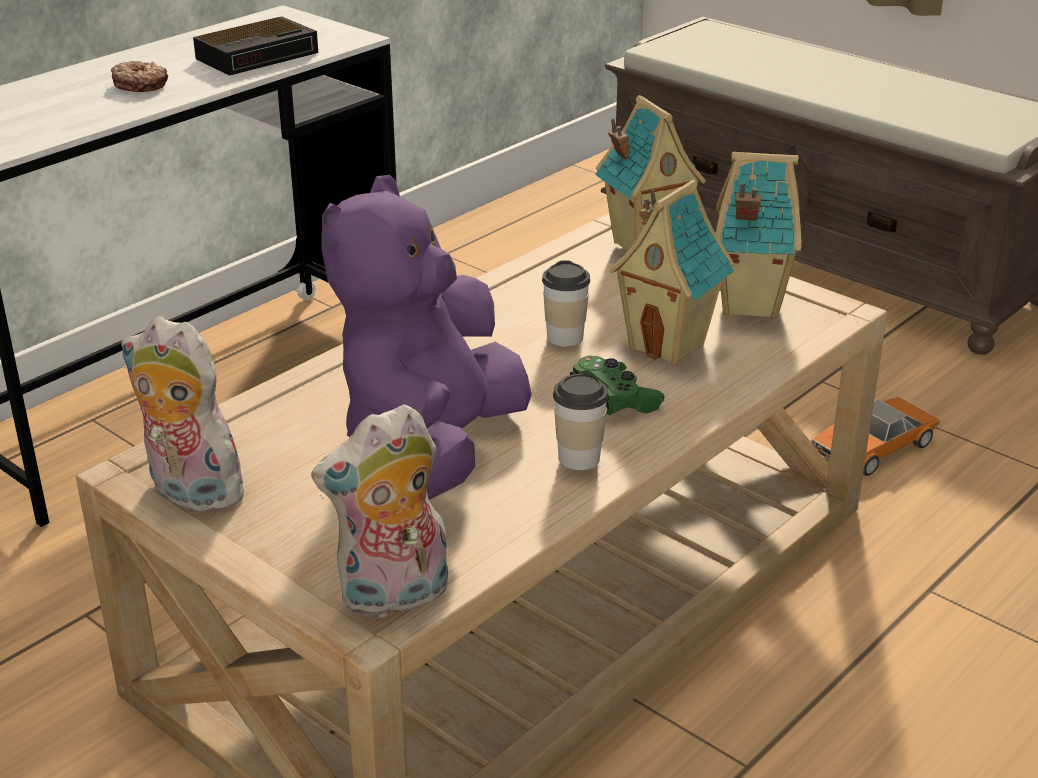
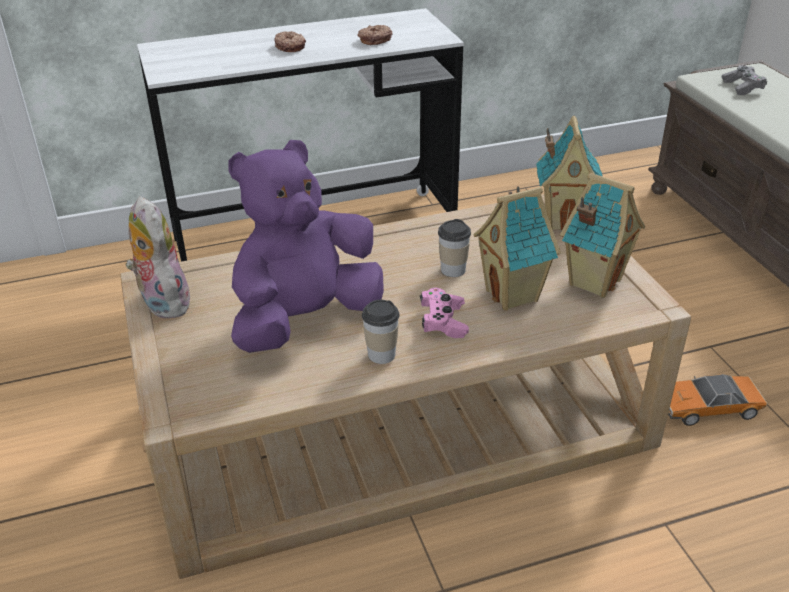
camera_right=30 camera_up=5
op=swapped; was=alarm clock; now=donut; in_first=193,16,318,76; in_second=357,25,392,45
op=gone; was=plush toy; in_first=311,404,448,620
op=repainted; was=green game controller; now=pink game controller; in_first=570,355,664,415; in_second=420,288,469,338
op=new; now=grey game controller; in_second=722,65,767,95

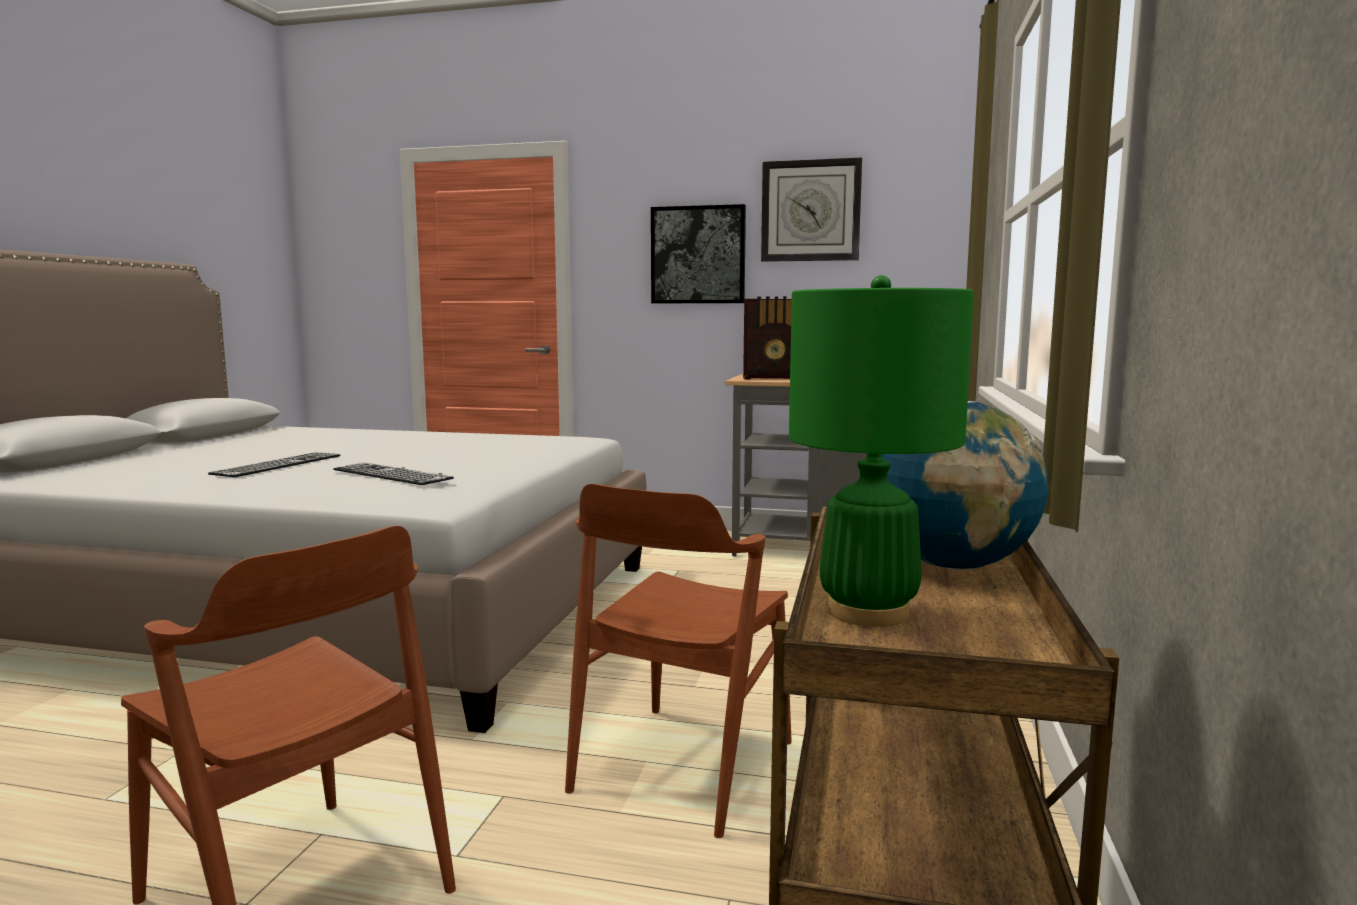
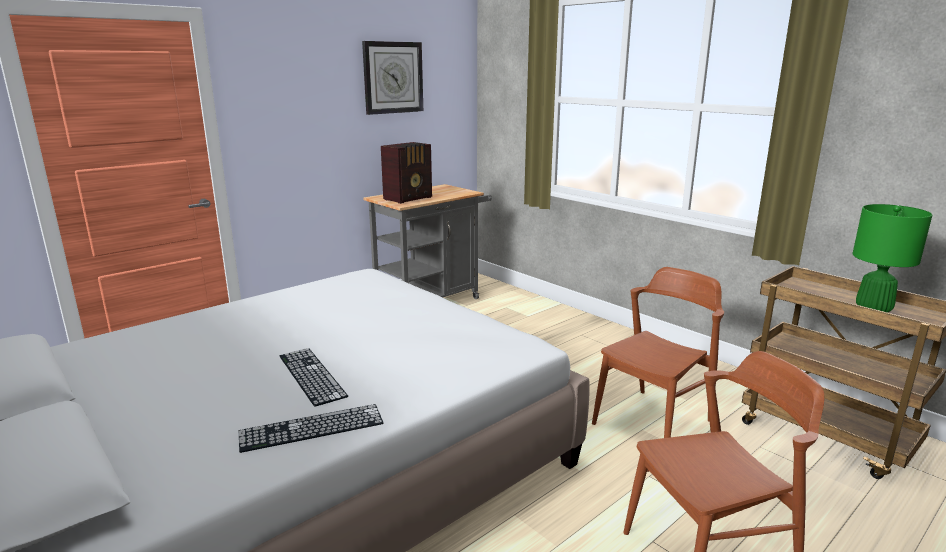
camera_right=-55 camera_up=10
op=shifted; was=keyboard; in_first=333,463,454,485; in_second=239,404,384,453
op=rotated; was=brown chair; in_first=565,484,792,838; in_second=592,267,724,438; clockwise=-105
op=gone; was=picture; in_first=651,204,746,303
op=gone; was=globe; in_first=882,401,1049,570

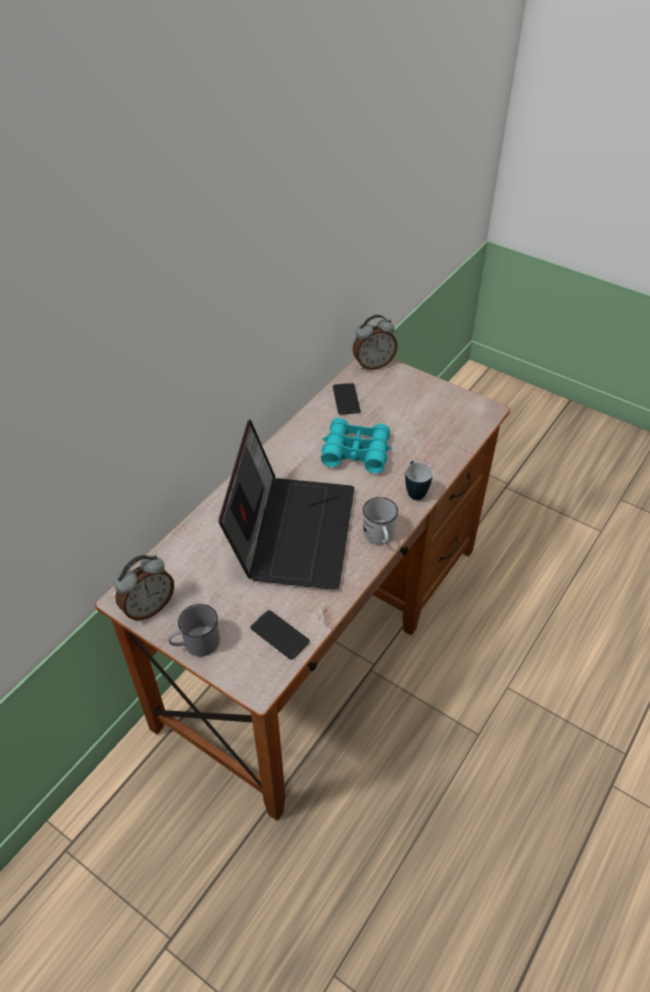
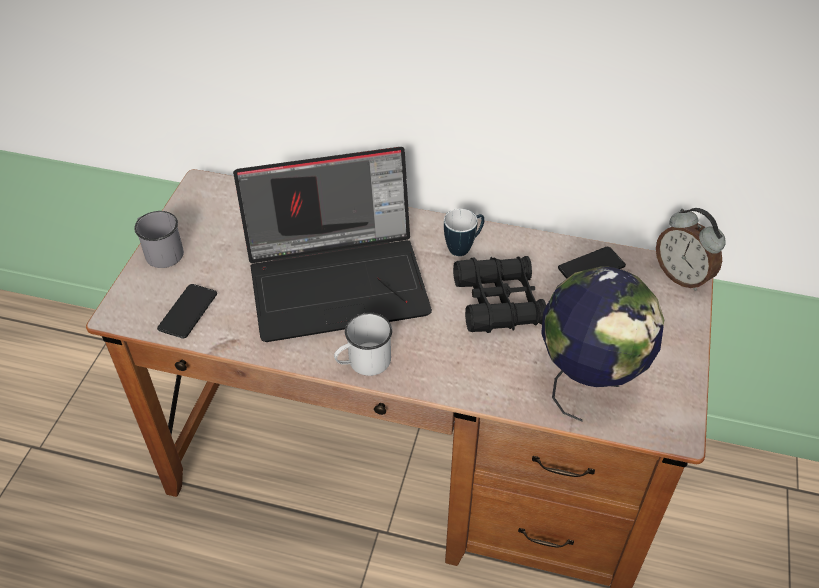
camera_right=70 camera_up=0
op=gone; was=alarm clock; in_first=114,555,174,621
op=repainted; was=turquoise binoculars; now=black binoculars; in_first=321,418,392,473; in_second=453,256,547,333
op=shifted; was=mug; in_first=405,461,433,500; in_second=444,209,485,256
op=new; now=globe; in_second=541,266,664,421

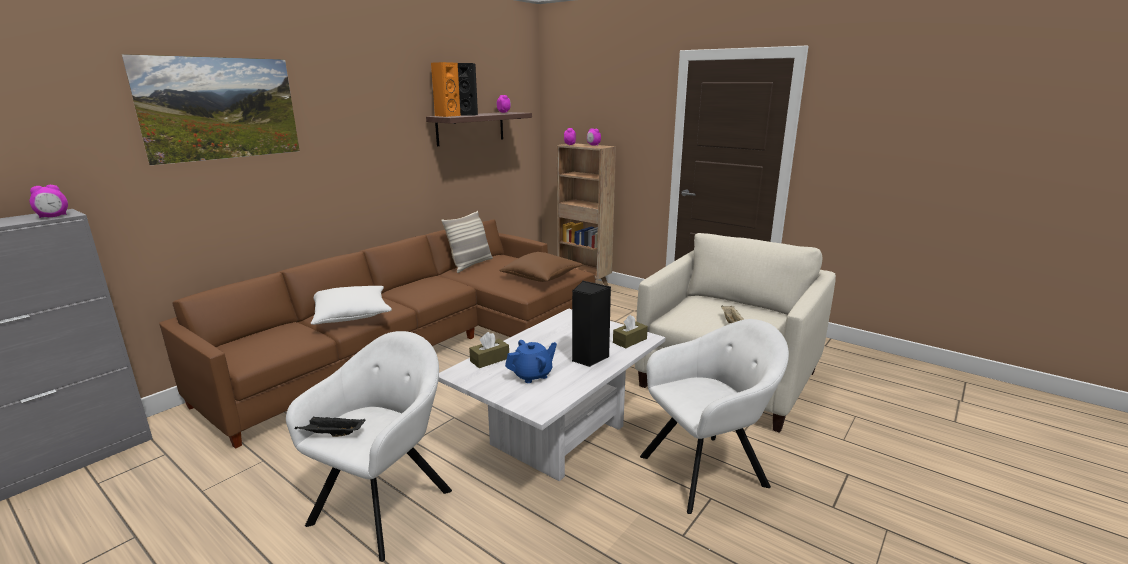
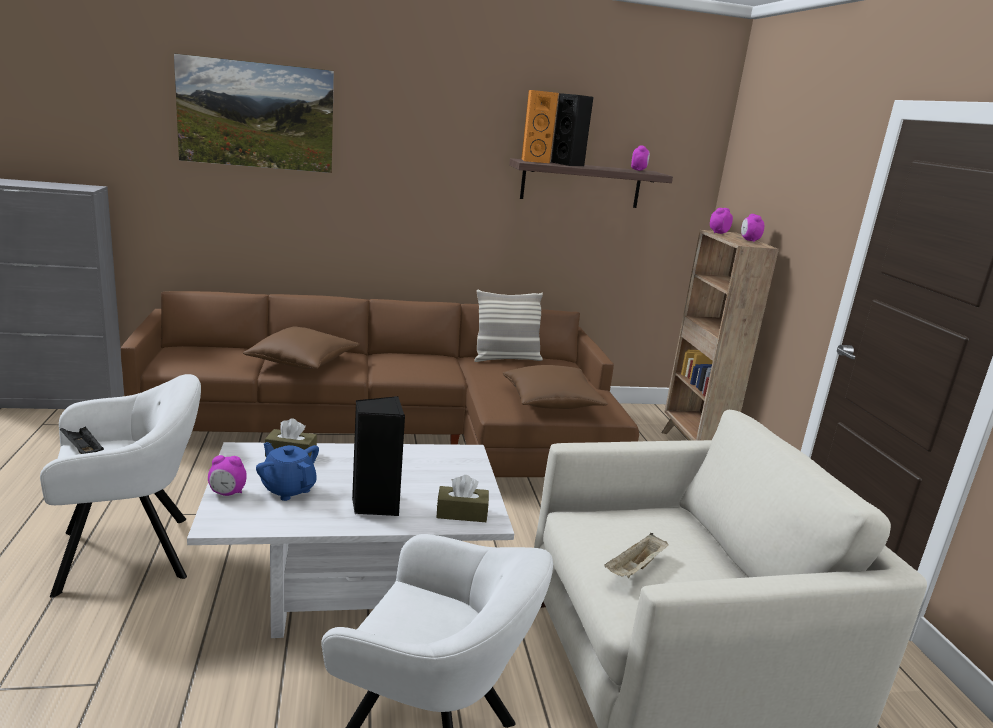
camera_right=40 camera_up=0
op=shifted; was=alarm clock; in_first=30,185,68,218; in_second=208,455,247,496
op=repainted; was=white pillow; now=brown pillow; in_first=311,286,392,325; in_second=243,326,360,369
op=rotated; was=blue teapot; in_first=505,340,557,383; in_second=256,442,319,501; clockwise=-150

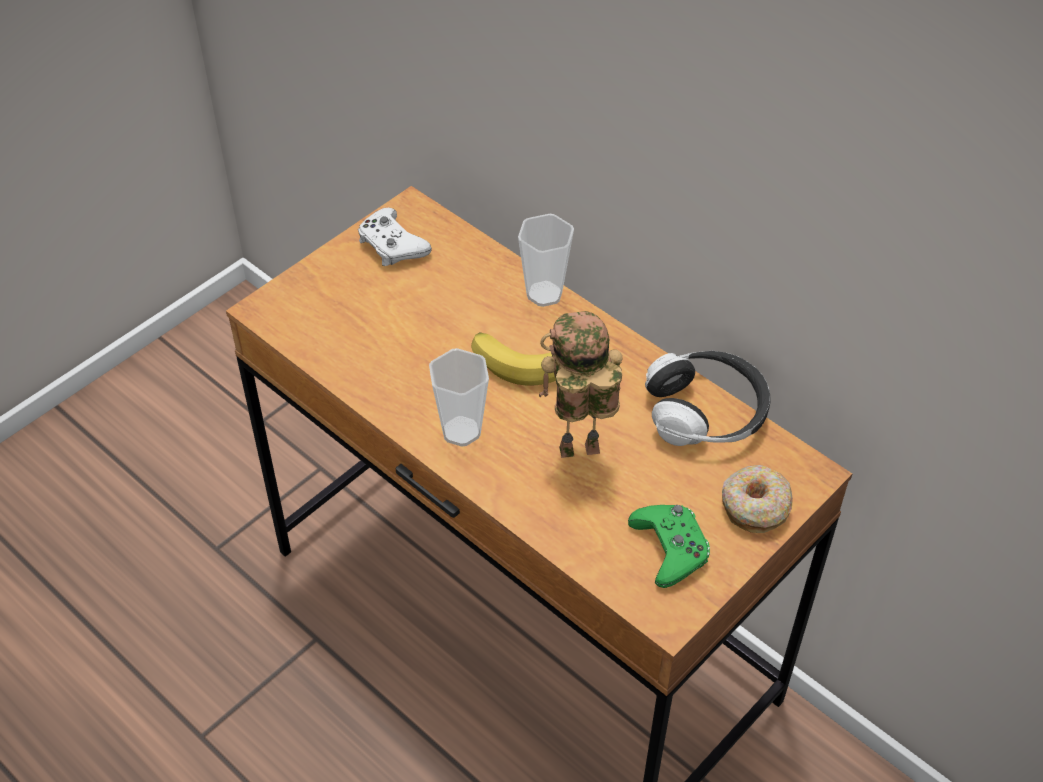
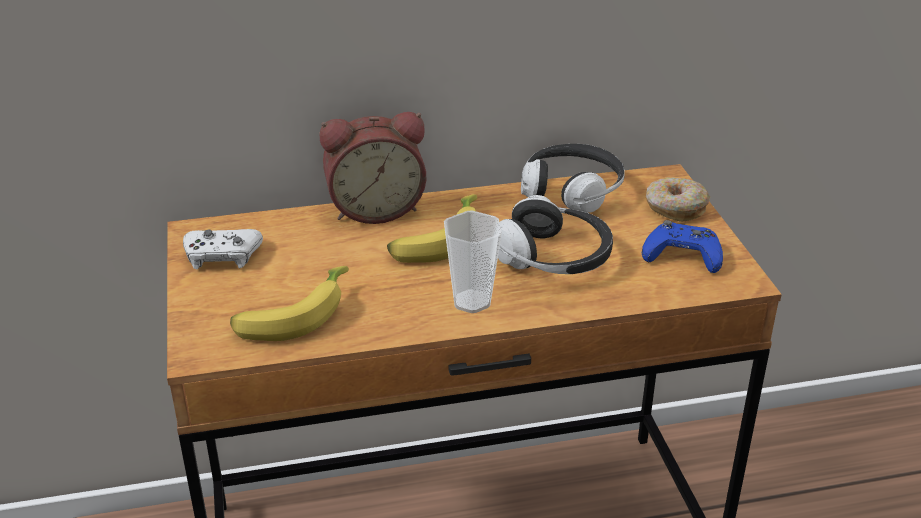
camera_right=-55 camera_up=-15
op=swapped; was=cup; now=alarm clock; in_first=518,214,574,307; in_second=320,112,426,224
op=swapped; was=toy robot; now=headphones; in_first=539,311,623,458; in_second=498,195,613,274
op=repainted; was=green game controller; now=blue game controller; in_first=628,505,710,588; in_second=642,220,723,273
op=new; now=banana; in_second=230,266,349,341

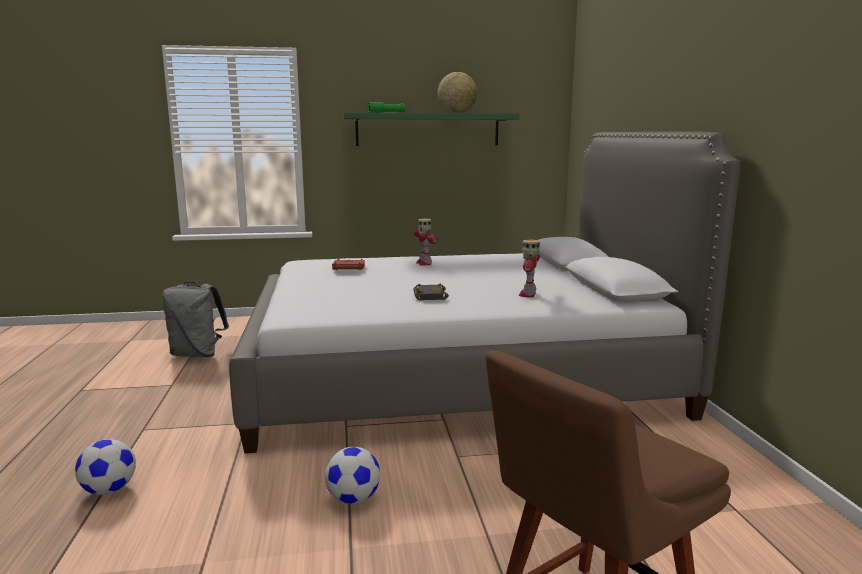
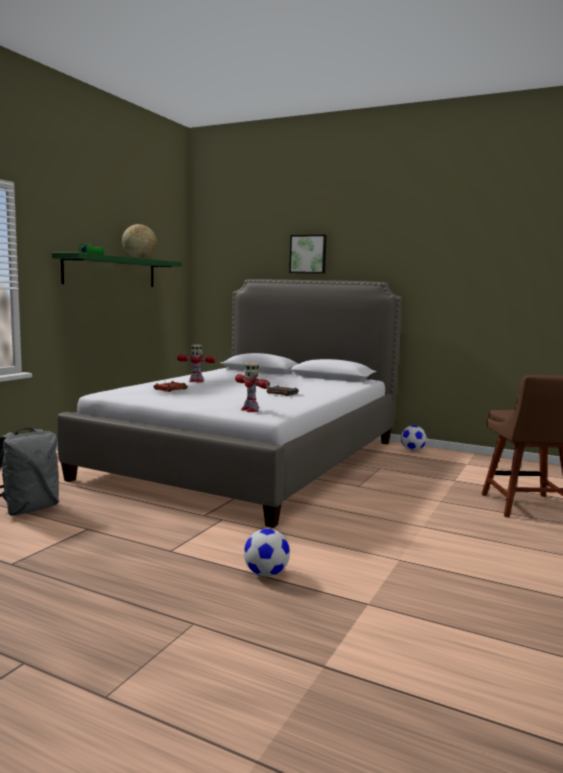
camera_right=-55 camera_up=-5
op=shifted; was=football; in_first=325,447,380,504; in_second=401,425,427,451
op=shifted; was=toy robot; in_first=518,240,540,297; in_second=235,363,270,412
op=new; now=picture; in_second=289,235,327,274

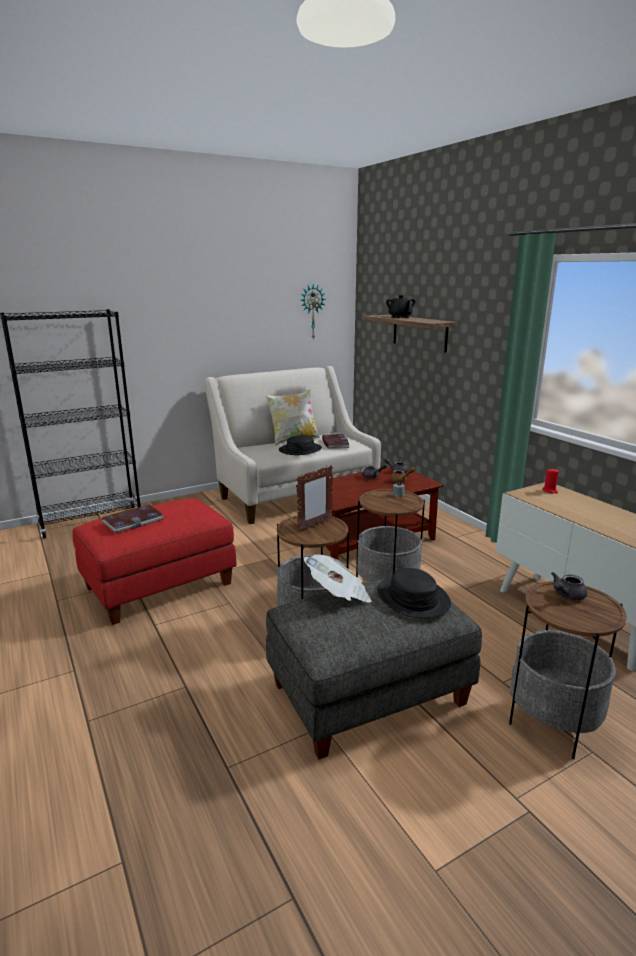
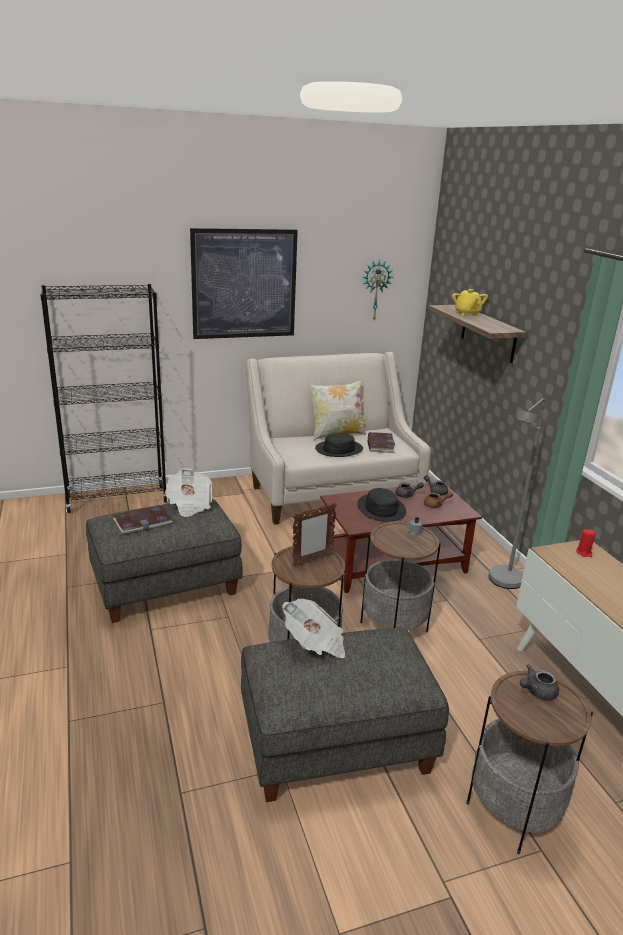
camera_right=10 camera_up=5
op=repainted; was=red ottoman; now=grey ottoman; in_first=73,498,237,625; in_second=86,499,242,623
op=shifted; was=black hat; in_first=377,568,451,618; in_second=357,488,406,522
op=repainted; was=black teapot; now=yellow teapot; in_first=386,295,416,318; in_second=452,289,488,316
op=new; now=newspaper; in_second=165,468,212,517
op=new; now=picture; in_second=190,228,298,339
op=new; now=grey floor lamp; in_second=489,398,545,589

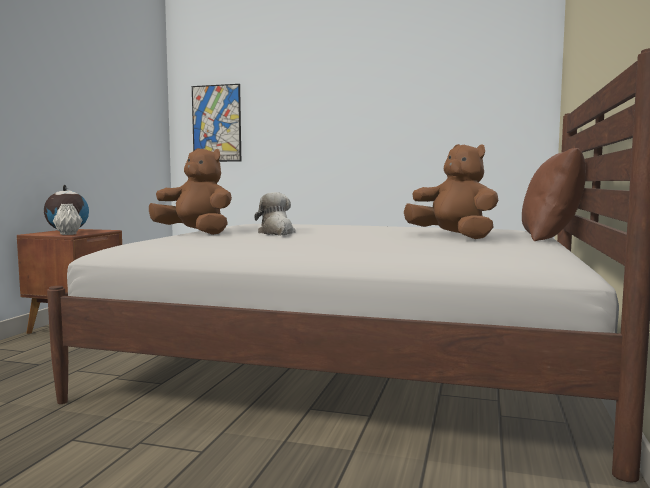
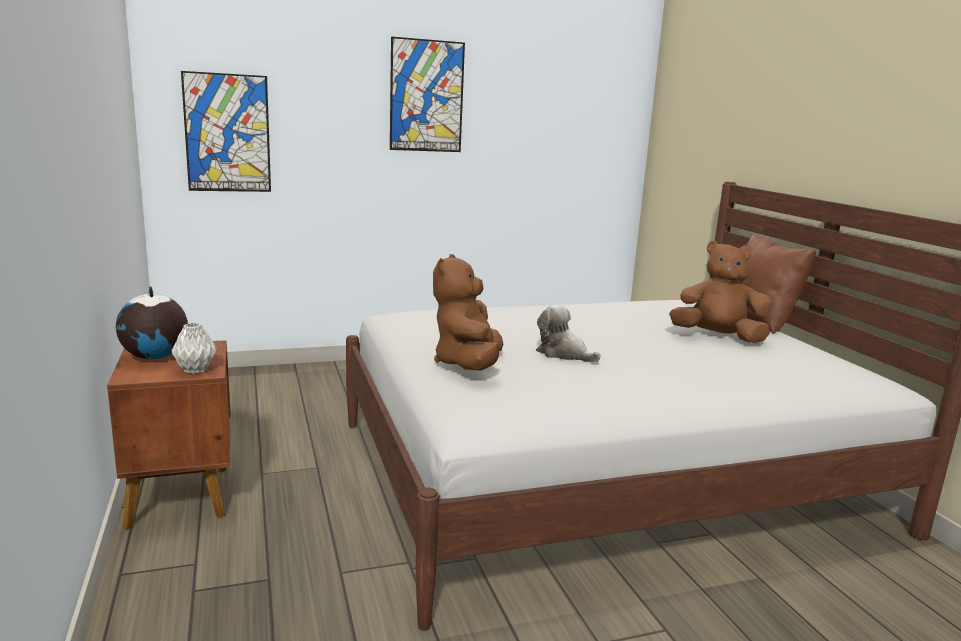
camera_right=-35 camera_up=10
op=rotated; was=brown plush toy; in_first=149,148,232,235; in_second=433,254,503,371; clockwise=-75
op=new; now=picture; in_second=390,37,465,152

